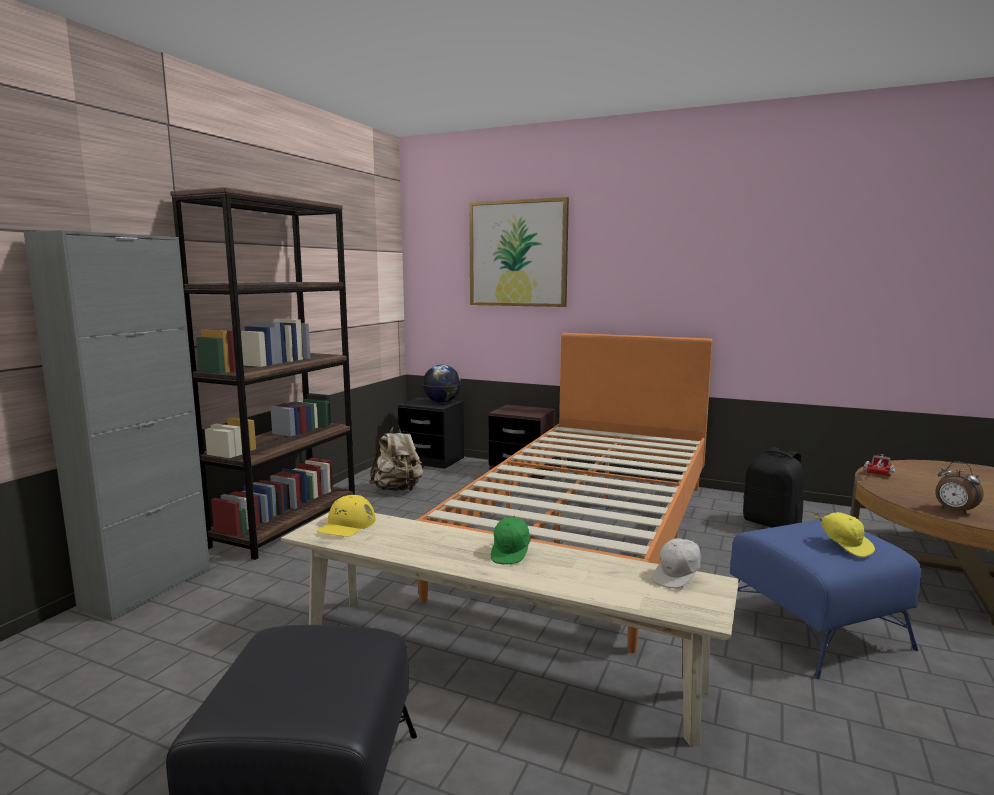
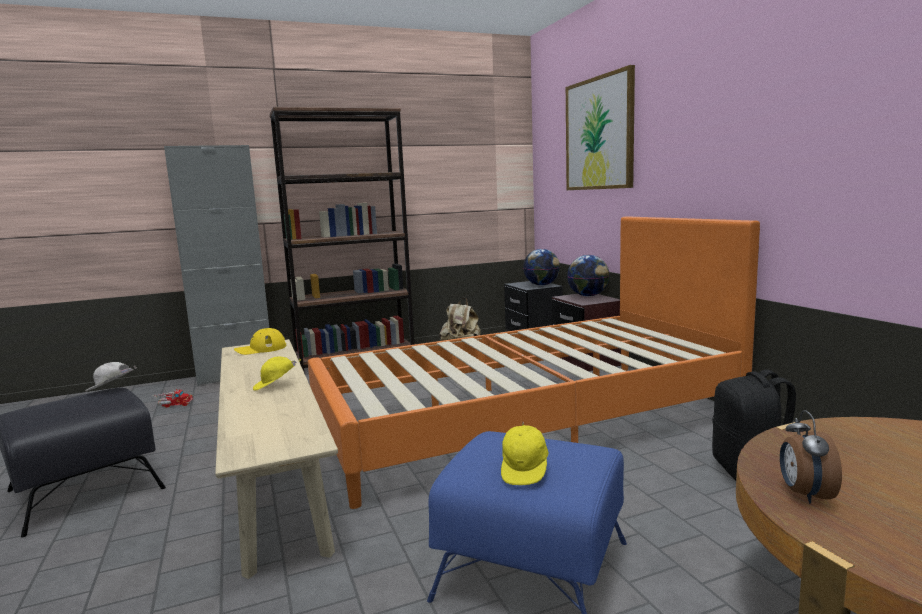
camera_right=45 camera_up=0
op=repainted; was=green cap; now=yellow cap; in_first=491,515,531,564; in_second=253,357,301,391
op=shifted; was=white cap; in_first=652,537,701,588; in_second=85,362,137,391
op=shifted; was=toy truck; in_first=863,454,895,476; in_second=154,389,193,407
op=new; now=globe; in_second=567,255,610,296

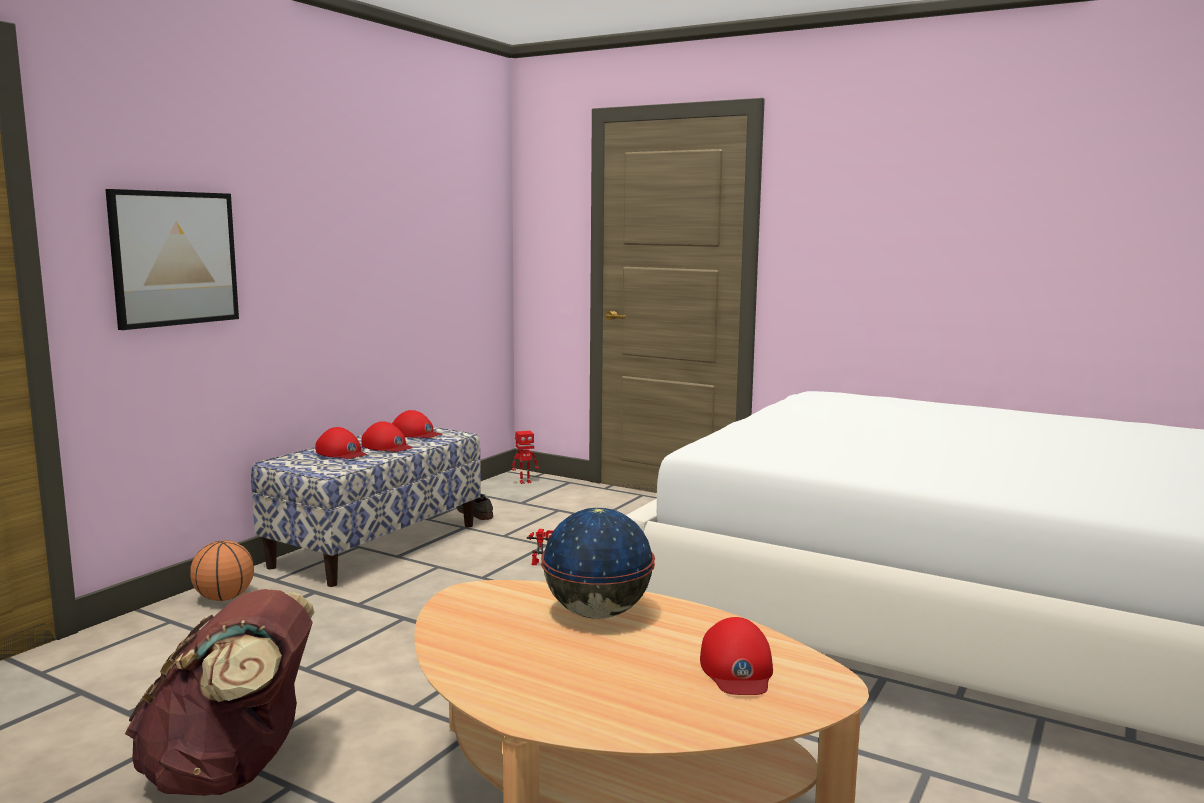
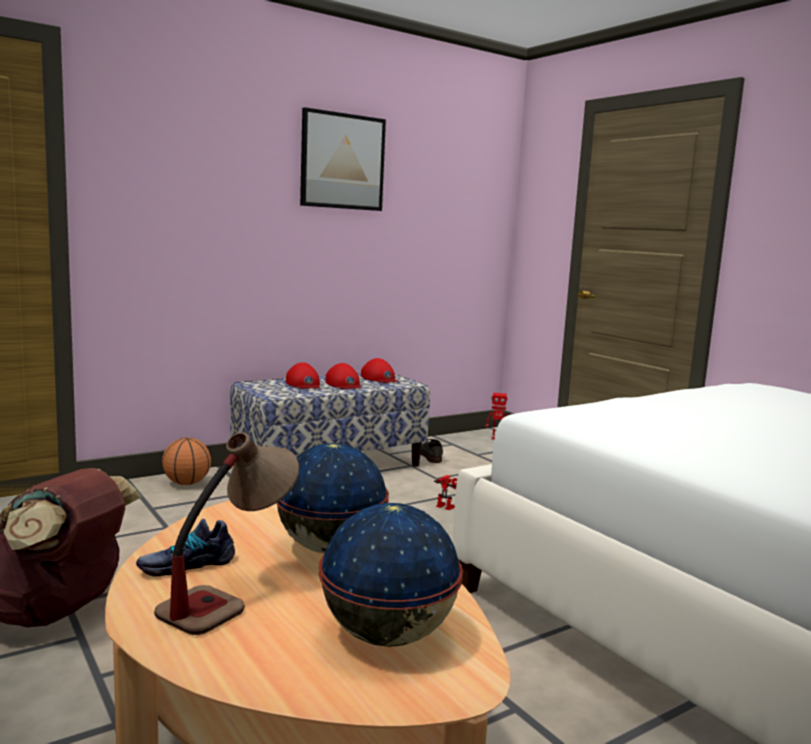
camera_right=25 camera_up=0
op=shifted; was=picture; in_first=105,189,239,330; in_second=300,107,386,211
op=swapped; was=red cap; now=globe; in_first=700,617,773,695; in_second=319,503,463,647
op=new; now=shoe; in_second=136,519,235,576
op=new; now=table lamp; in_second=154,432,299,635

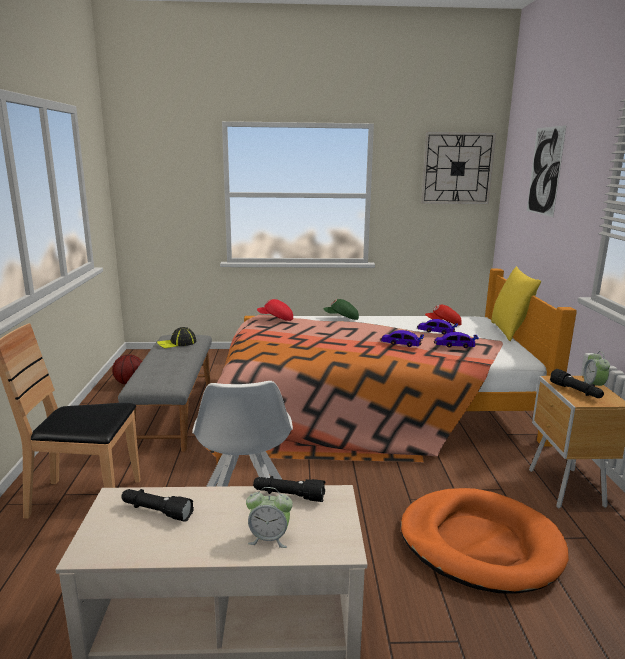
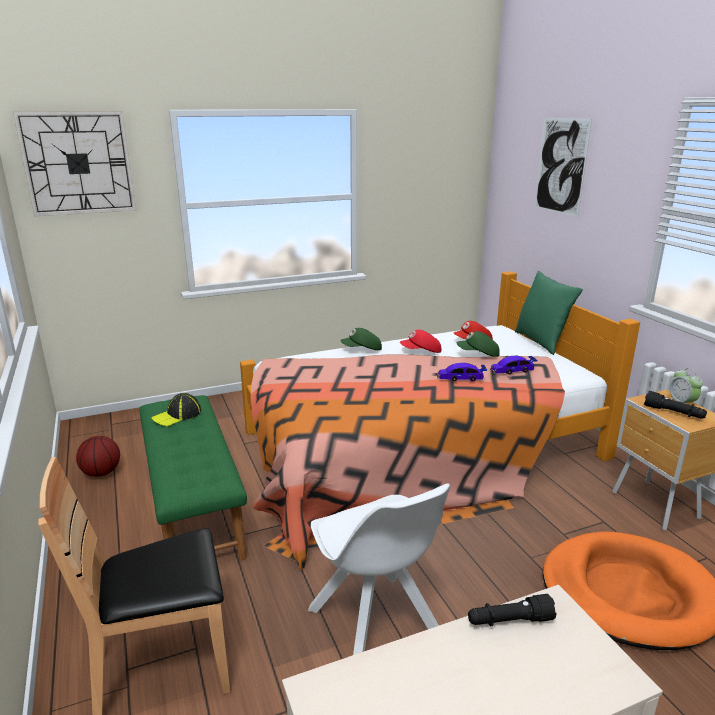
camera_right=-20 camera_up=5
op=repainted; was=grey bench; now=green bench; in_first=118,335,212,452; in_second=139,395,247,560
op=gone; was=black flashlight; in_first=121,489,194,522
op=gone; was=alarm clock; in_first=246,487,293,548
op=shifted; was=red cap; in_first=257,299,293,321; in_second=400,330,441,353
op=swapped; was=toy car; now=green cap; in_first=417,319,458,335; in_second=456,331,500,357
op=shifted; was=wall clock; in_first=421,132,496,204; in_second=13,111,136,217
op=repainted; was=yellow pillow; now=green pillow; in_first=491,266,541,341; in_second=515,271,583,355

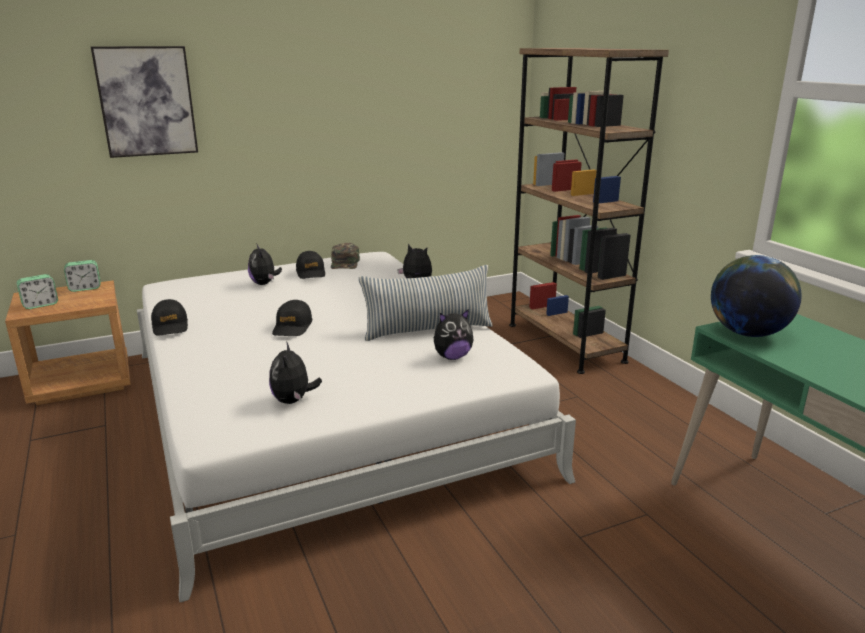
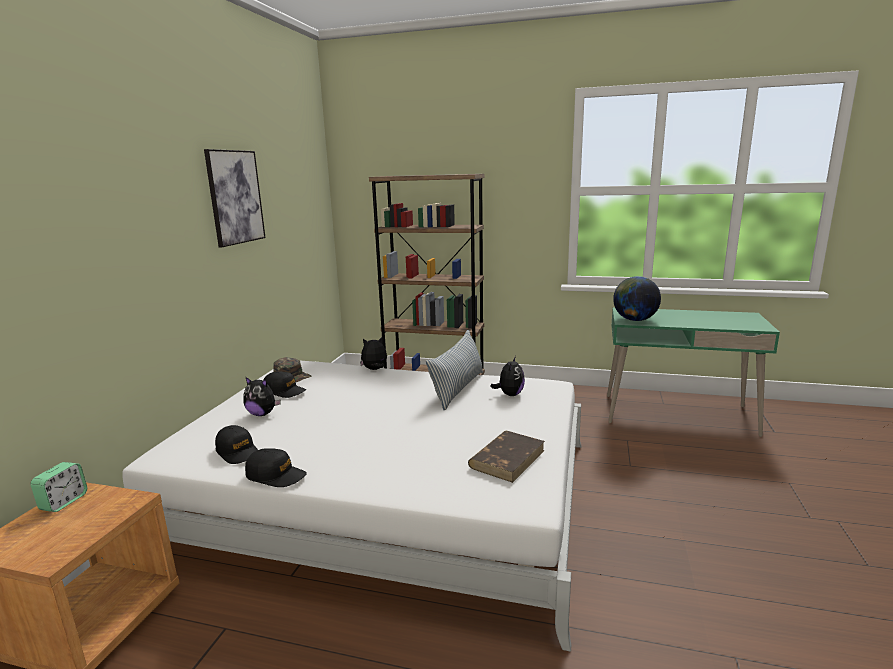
camera_right=-50 camera_up=-5
op=gone; was=alarm clock; in_first=17,274,58,309
op=shifted; was=picture; in_first=91,46,198,158; in_second=204,149,266,247
op=swapped; was=plush toy; now=brown book; in_first=269,341,322,404; in_second=468,431,545,483
op=shifted; was=black cap; in_first=272,300,312,336; in_second=215,425,258,464

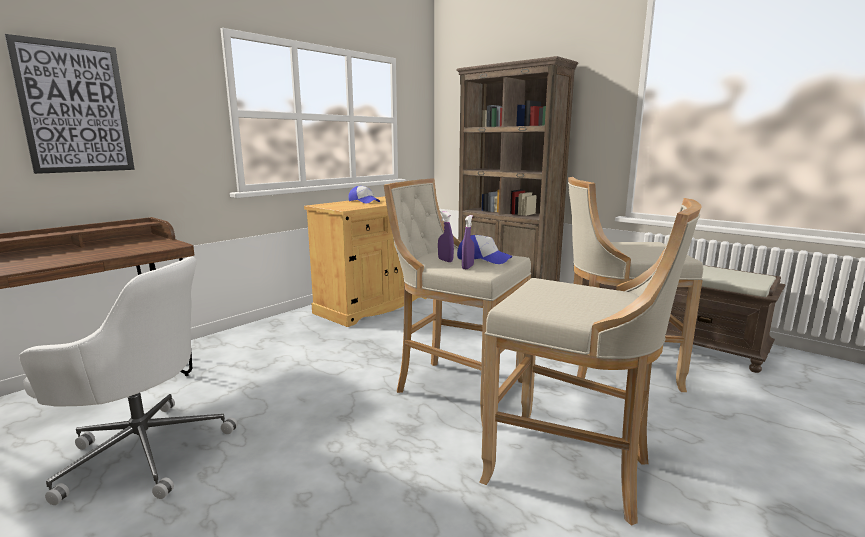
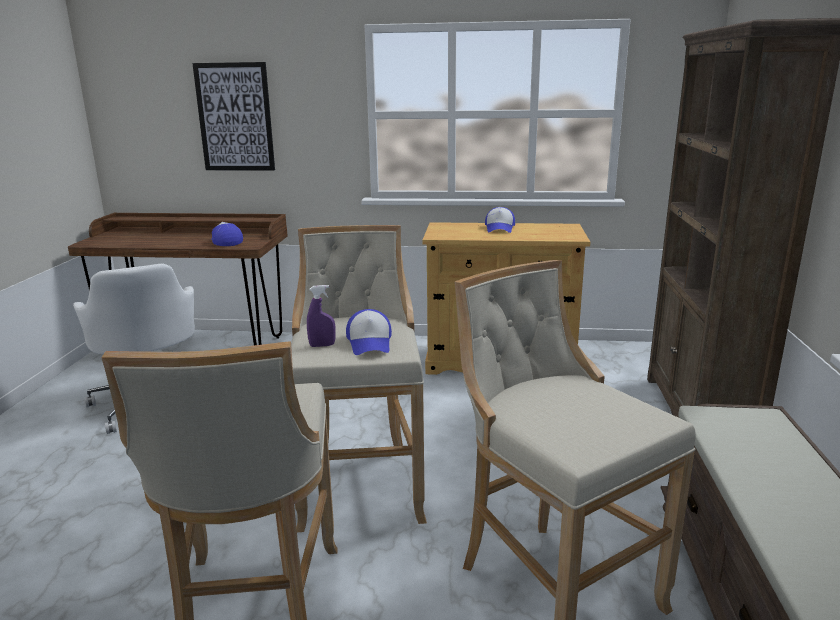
camera_right=55 camera_up=5
op=gone; was=purple spray bottle; in_first=438,211,454,262
op=new; now=cap; in_second=211,222,243,246

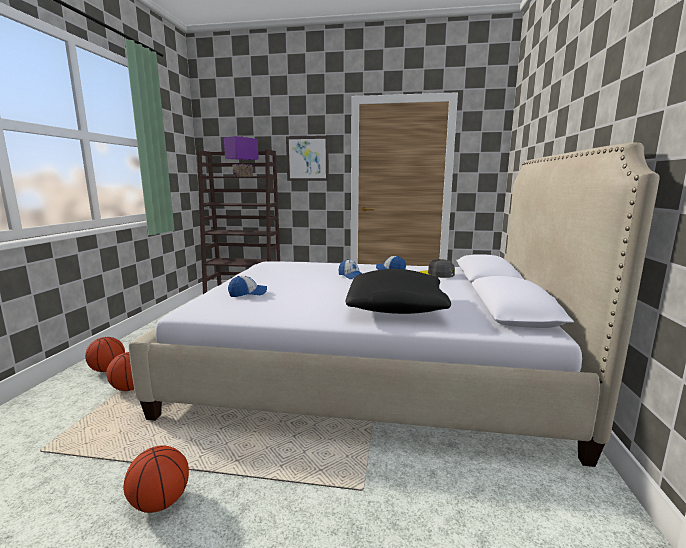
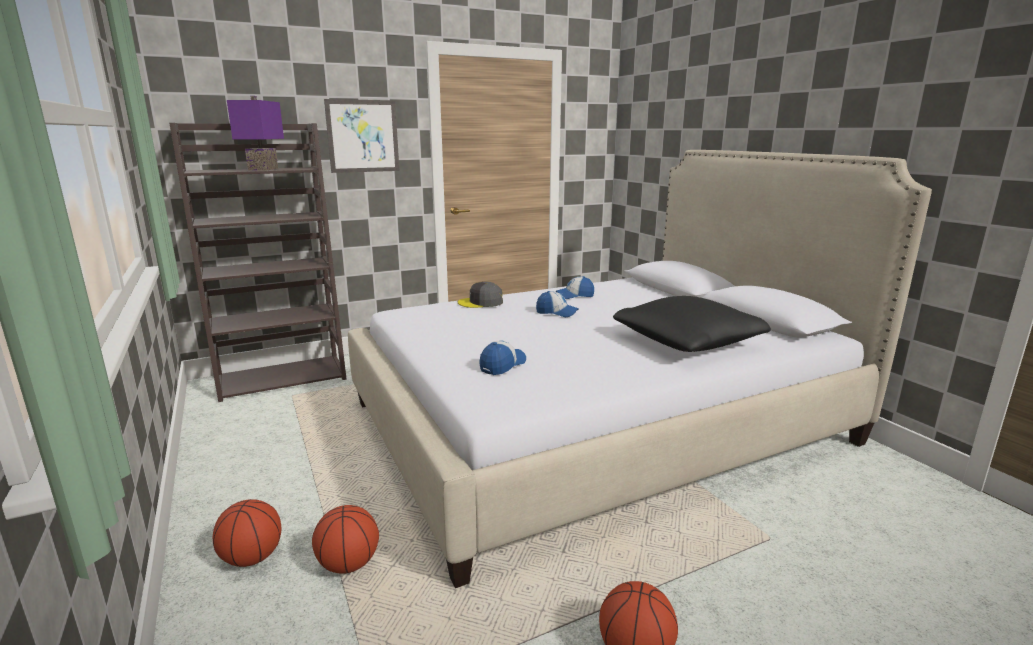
camera_right=-35 camera_up=5
op=shifted; was=grey cap; in_first=420,259,455,278; in_second=458,282,503,308

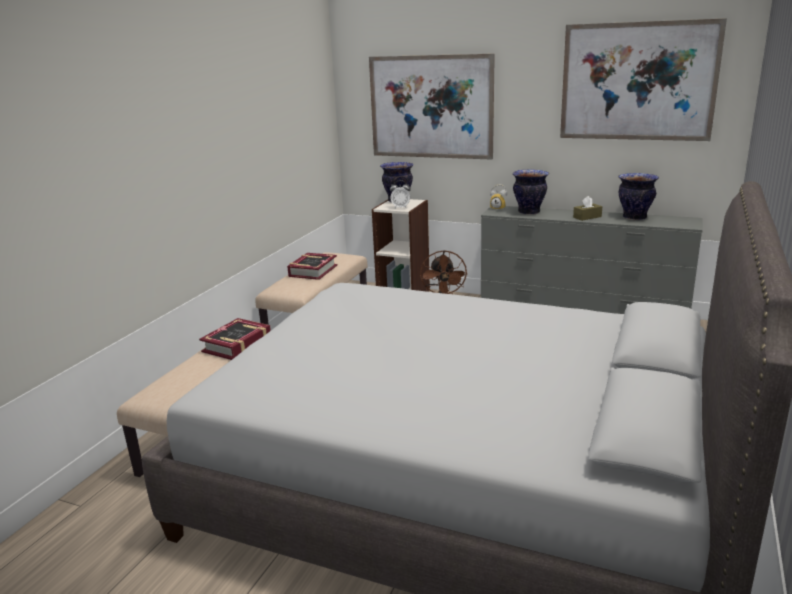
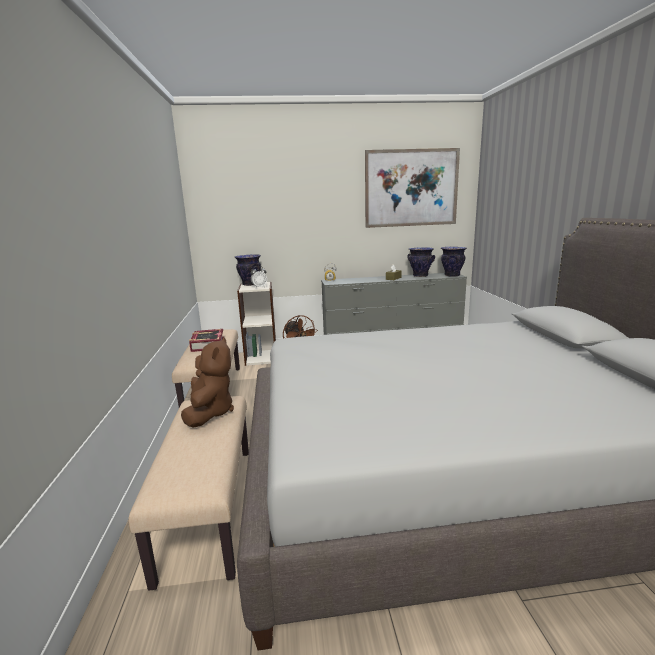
camera_right=-30 camera_up=-5
op=swapped; was=book; now=brown plush toy; in_first=199,318,271,360; in_second=181,338,234,428
op=gone; was=picture; in_first=369,54,495,160
op=shifted; was=vase; in_first=513,169,549,215; in_second=441,247,467,277

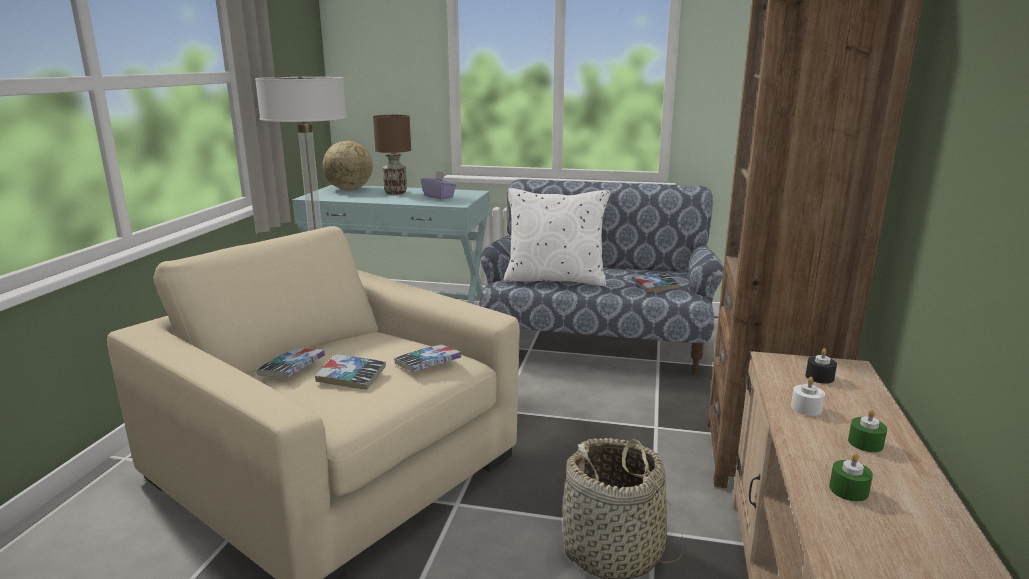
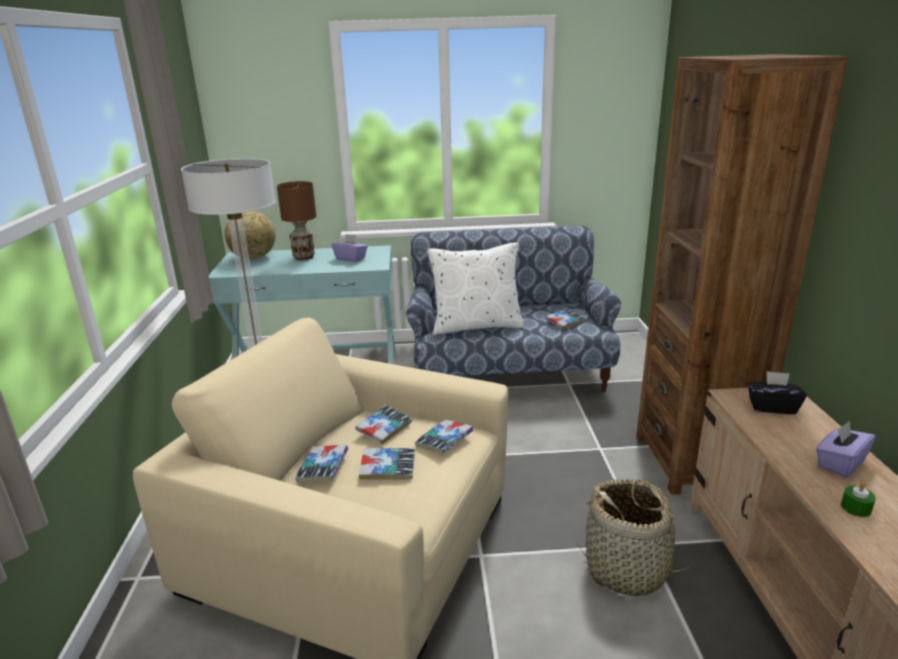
camera_right=-15 camera_up=5
op=gone; was=white candle; in_first=791,377,825,416
op=swapped; was=black candle; now=black tissue box; in_first=806,348,837,384; in_second=747,371,807,414
op=swapped; was=green candle; now=purple tissue box; in_first=848,409,887,452; in_second=816,420,876,478
op=new; now=book; in_second=355,405,412,444

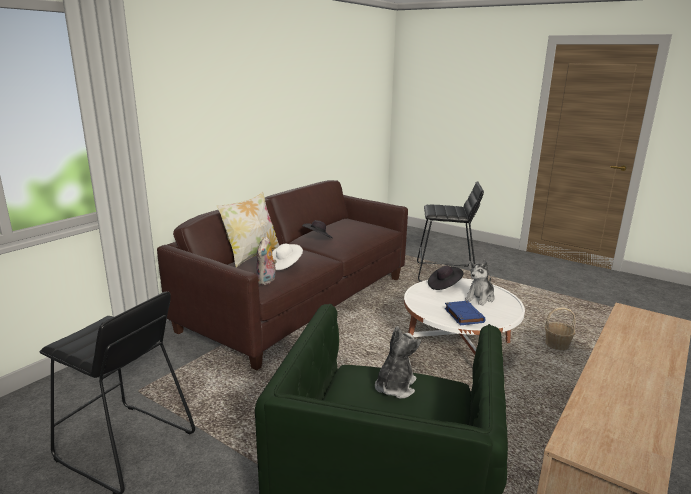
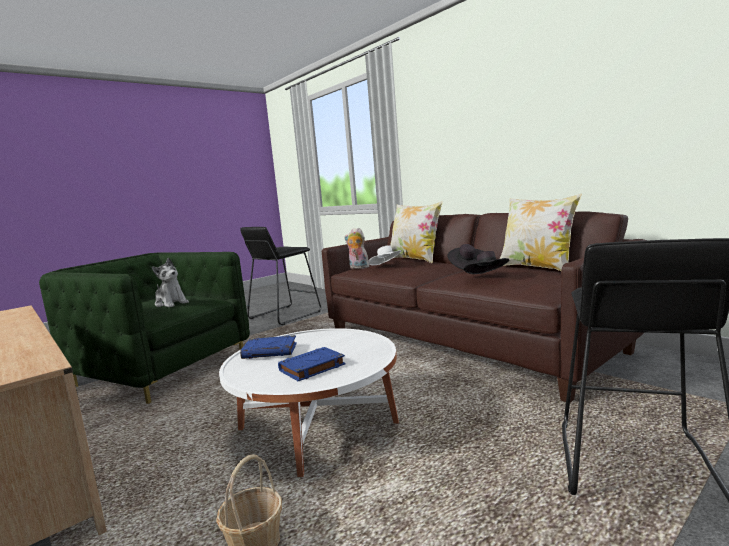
camera_right=105 camera_up=-10
op=shifted; was=black hat; in_first=428,266,464,290; in_second=464,251,509,274
op=swapped; was=plush toy; now=blue book; in_first=465,260,495,306; in_second=278,347,345,381
op=new; now=pillow; in_second=500,193,582,271

